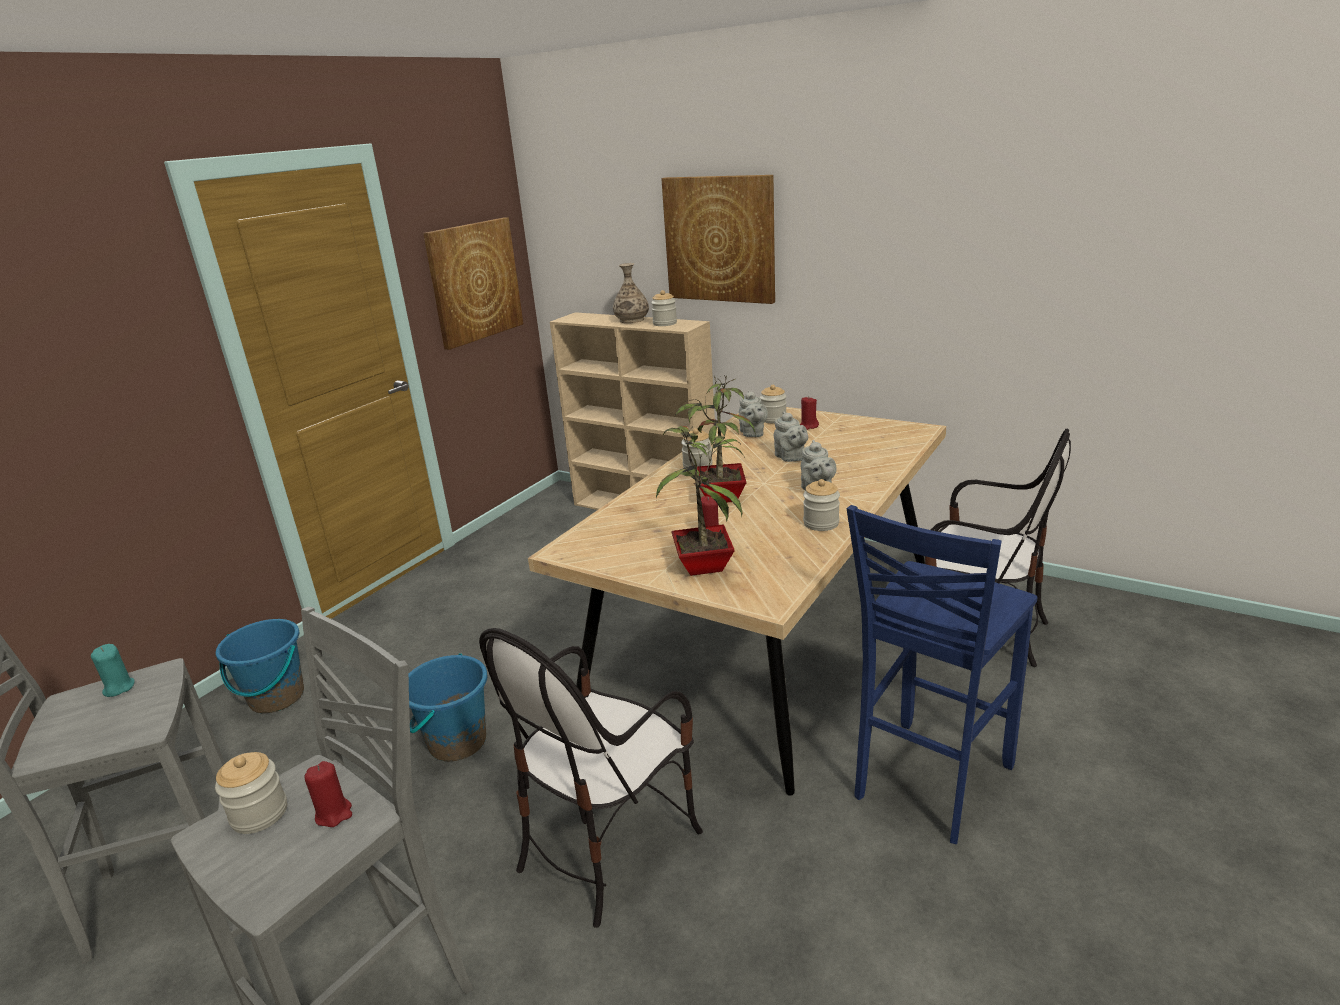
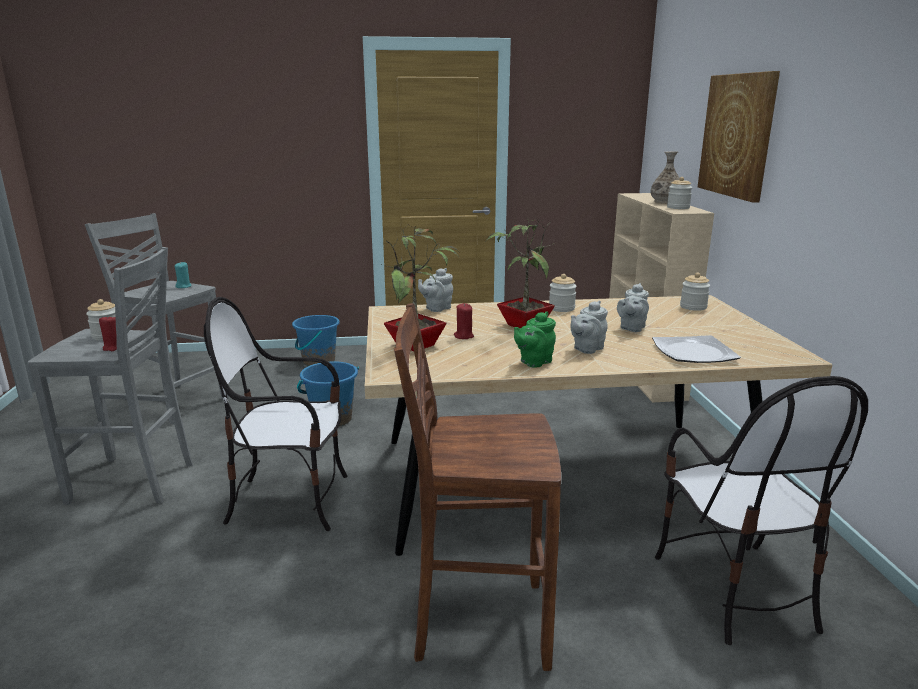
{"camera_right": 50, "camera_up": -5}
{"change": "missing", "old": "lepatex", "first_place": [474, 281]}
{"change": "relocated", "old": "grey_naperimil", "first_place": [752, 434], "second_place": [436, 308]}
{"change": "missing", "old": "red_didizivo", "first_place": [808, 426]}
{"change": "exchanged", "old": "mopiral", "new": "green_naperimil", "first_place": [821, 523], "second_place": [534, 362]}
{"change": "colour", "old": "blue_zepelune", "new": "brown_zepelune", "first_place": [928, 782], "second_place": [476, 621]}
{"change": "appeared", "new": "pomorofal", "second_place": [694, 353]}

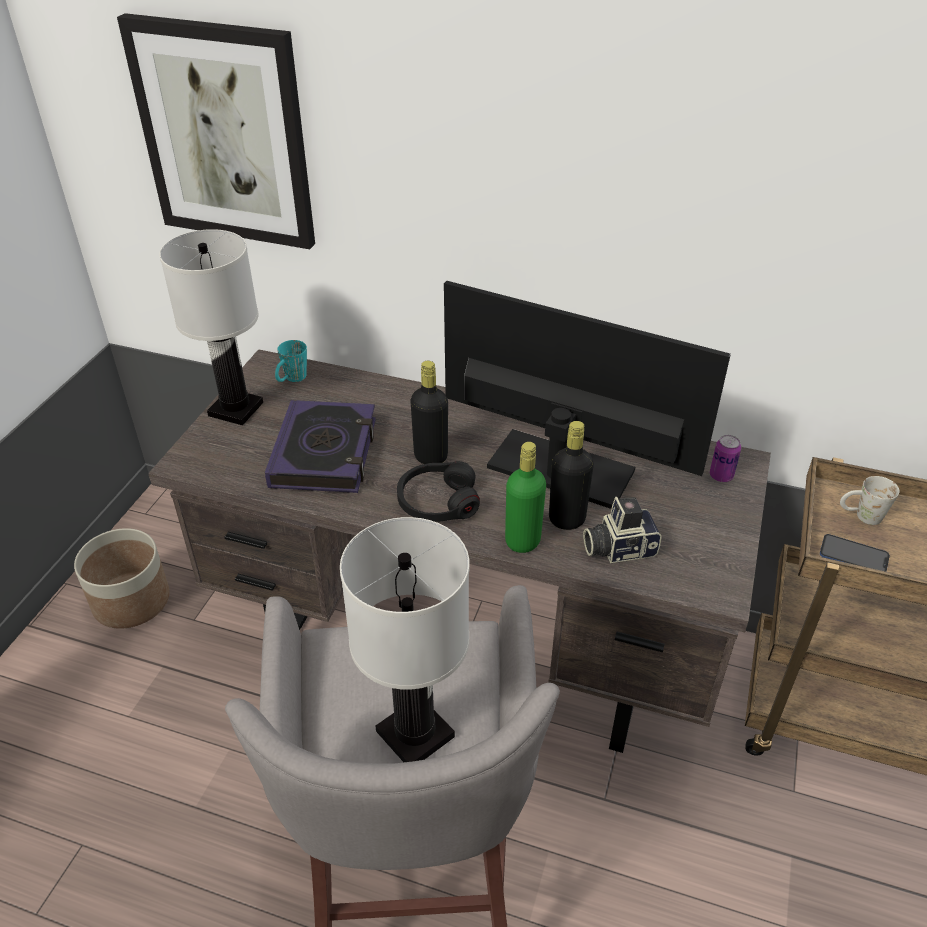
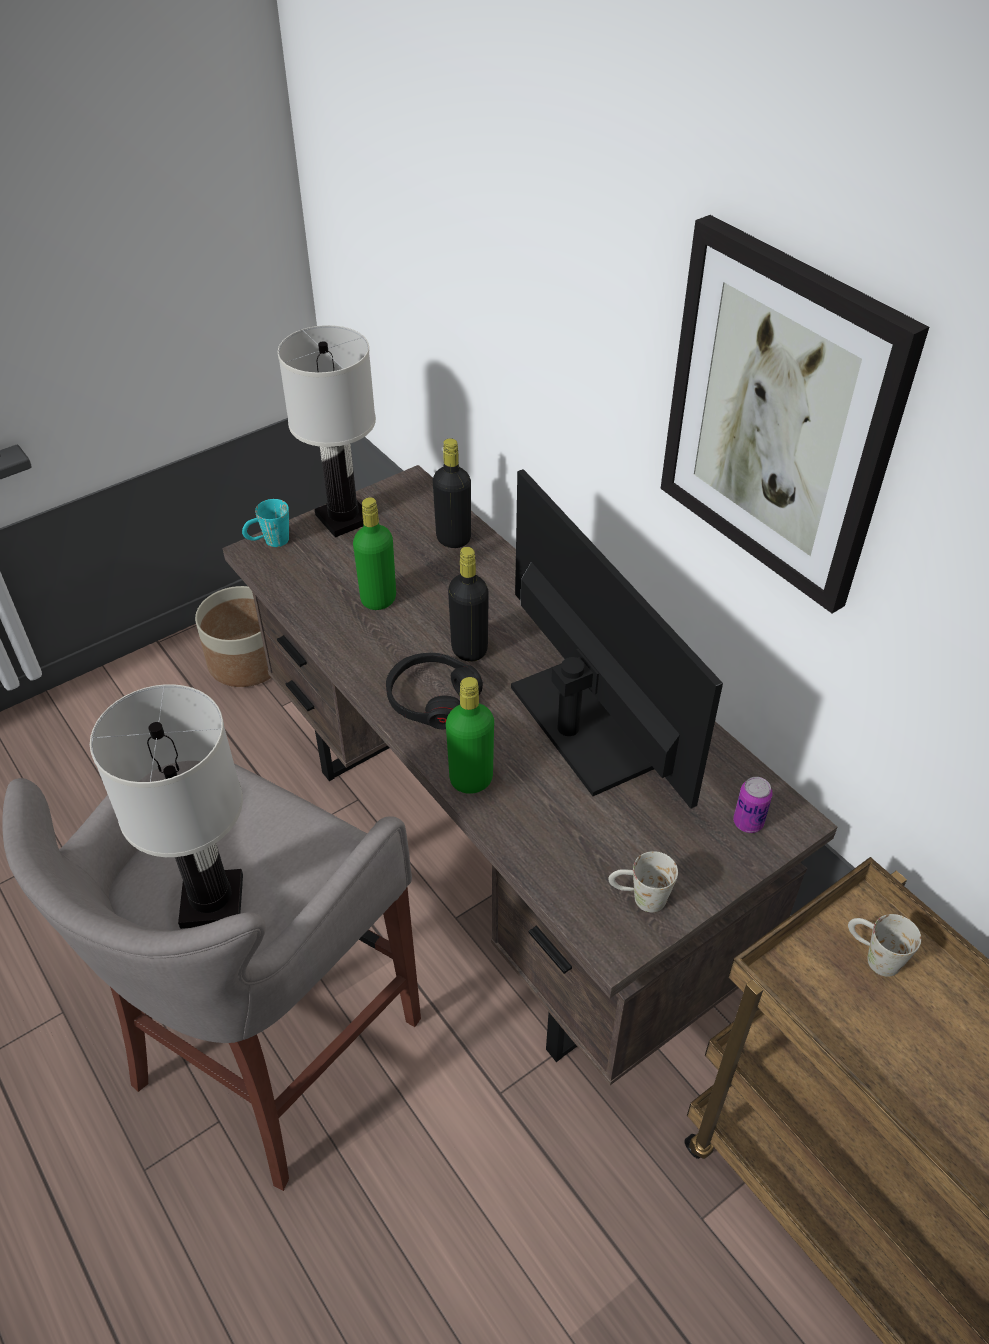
{"camera_right": 35, "camera_up": 5}
{"change": "relocated", "old": "lepatex", "first_place": [225, 134], "second_place": [780, 417]}
{"change": "exchanged", "old": "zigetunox", "new": "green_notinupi", "first_place": [325, 453], "second_place": [378, 599]}
{"change": "relocated", "old": "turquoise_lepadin", "first_place": [291, 380], "second_place": [269, 542]}
{"change": "relocated", "old": "black_notinupi", "first_place": [567, 519], "second_place": [453, 539]}
{"change": "missing", "old": "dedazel", "first_place": [618, 548]}
{"change": "missing", "old": "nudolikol", "first_place": [853, 556]}
{"change": "appeared", "new": "white_lepadin", "second_place": [639, 898]}

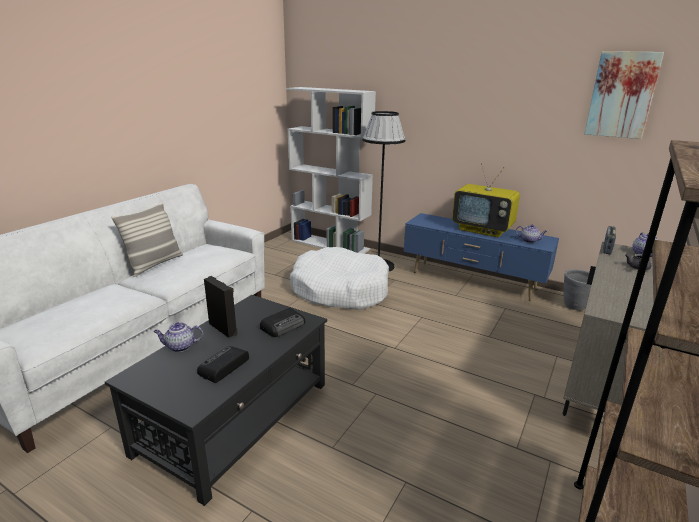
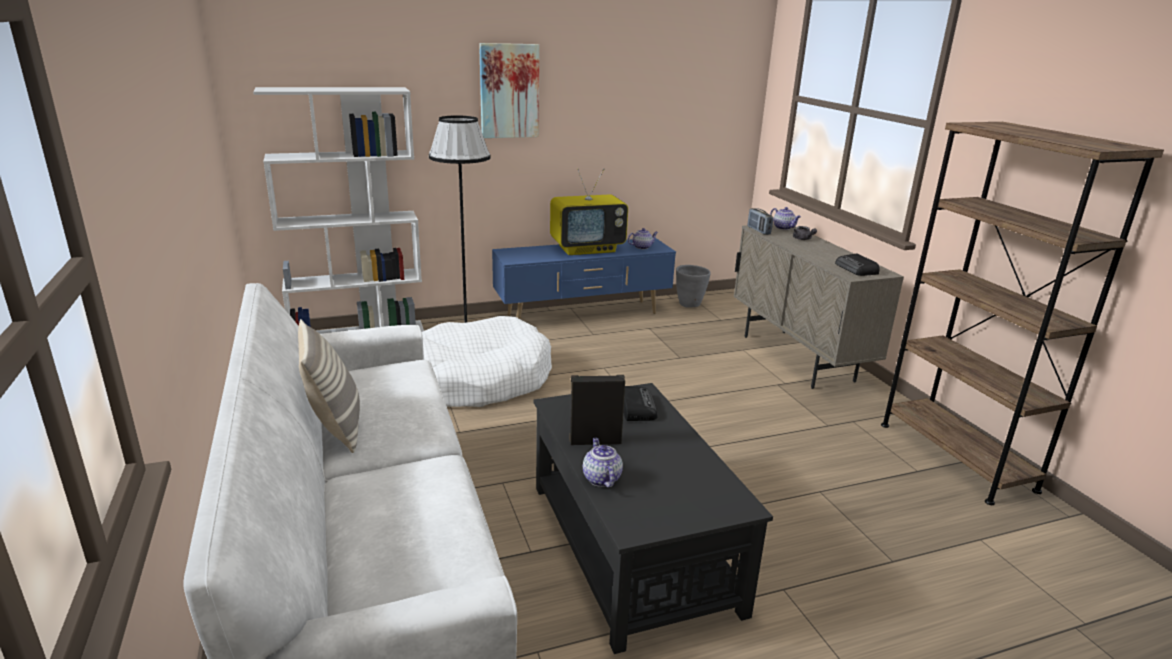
{"camera_right": -50, "camera_up": 0}
{"change": "spun", "old": "naperimil", "first_place": [180, 347], "second_place": [601, 478], "degrees": 135}
{"change": "relocated", "old": "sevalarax", "first_place": [223, 367], "second_place": [856, 269]}
{"change": "relocated", "old": "lepatex", "first_place": [621, 95], "second_place": [509, 91]}

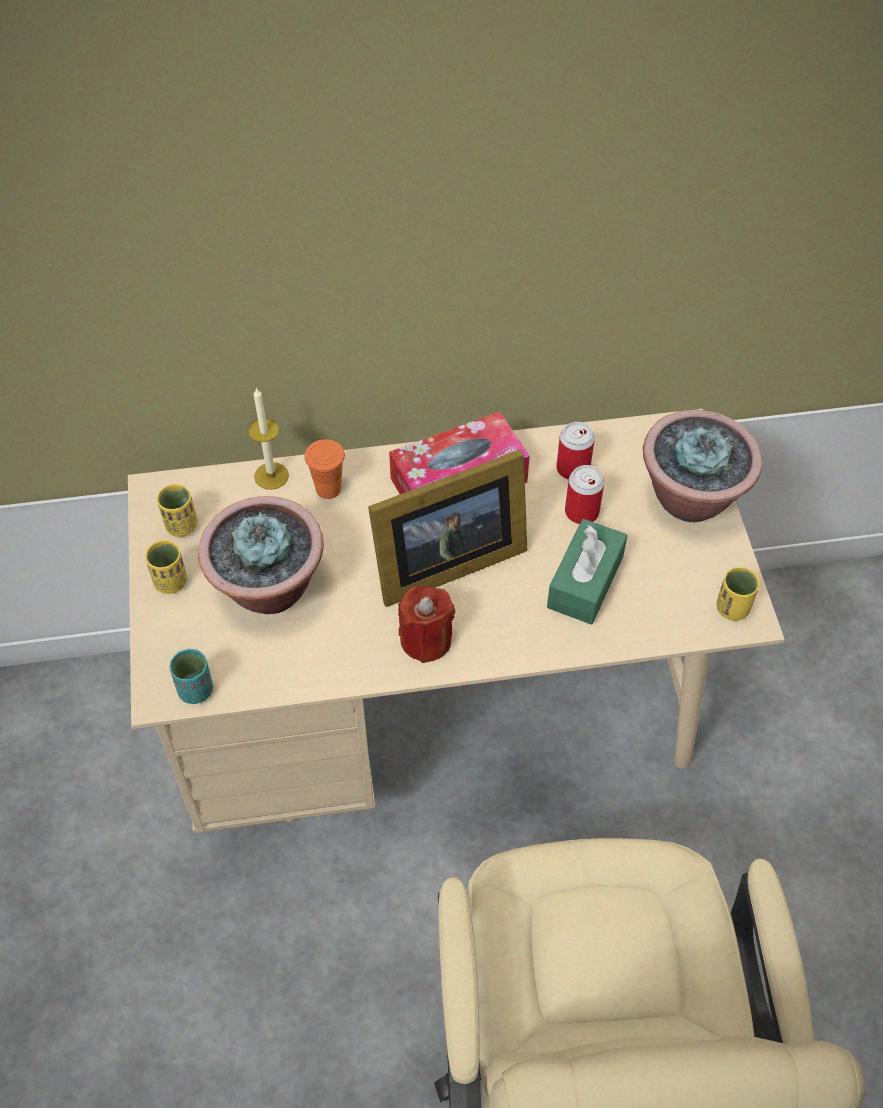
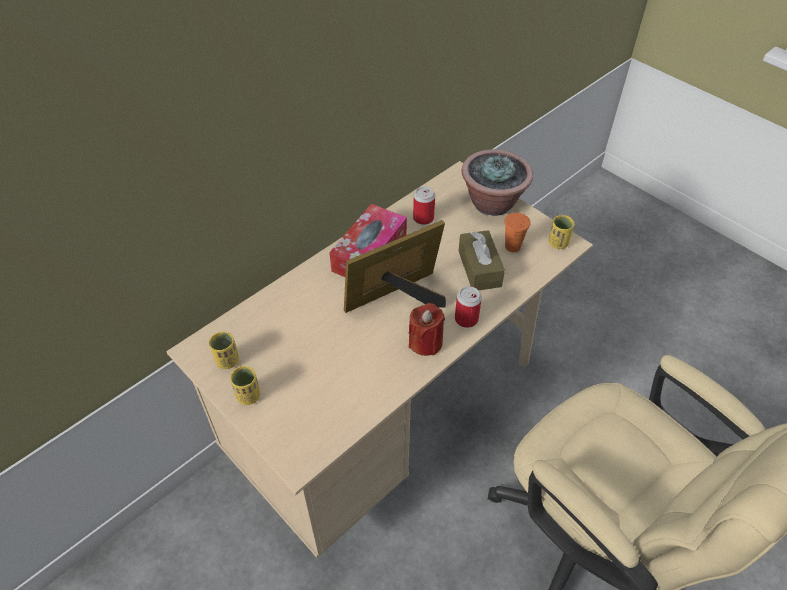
{"camera_right": -35, "camera_up": -5}
{"change": "missing", "old": "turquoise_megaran", "first_place": [196, 690]}
{"change": "missing", "old": "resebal", "first_place": [268, 588]}
{"change": "missing", "old": "didizivo", "first_place": [271, 476]}
{"change": "relocated", "old": "orange_megaran", "first_place": [328, 489], "second_place": [512, 246]}
{"change": "spun", "old": "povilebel", "first_place": [442, 563], "second_place": [399, 299], "degrees": -150}
{"change": "colour", "old": "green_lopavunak", "new": "brown_lopavunak", "first_place": [585, 582], "second_place": [479, 268]}
{"change": "relocated", "old": "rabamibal", "first_place": [581, 512], "second_place": [466, 319]}

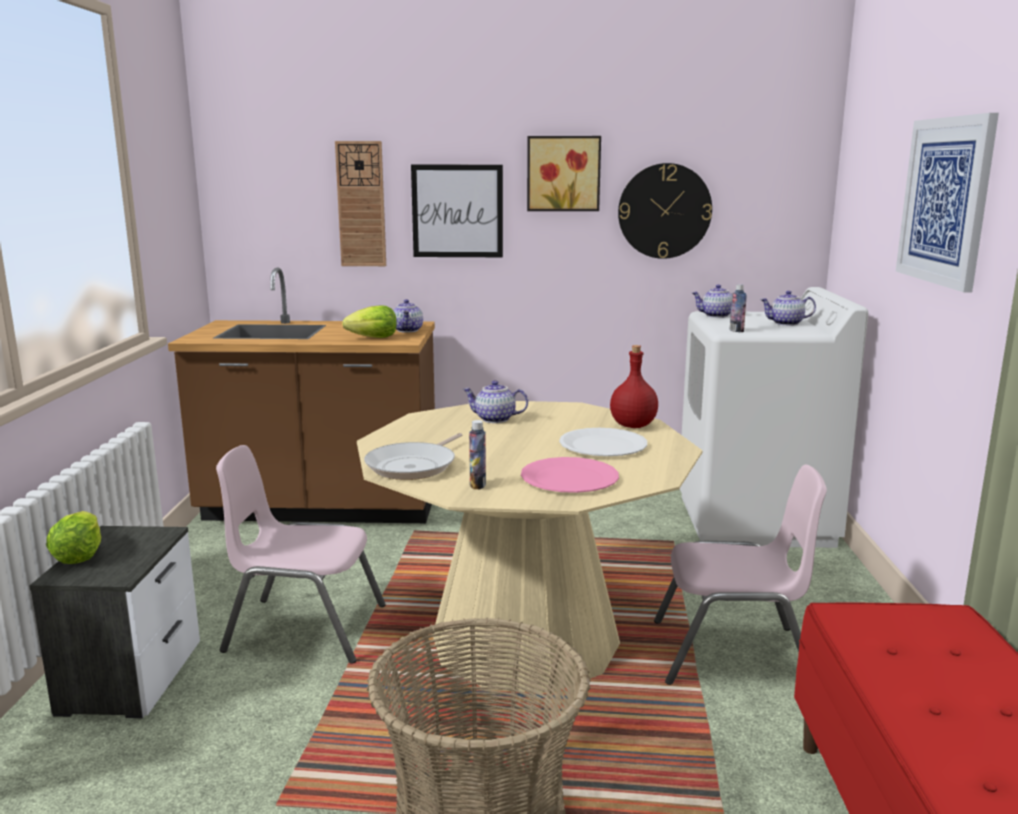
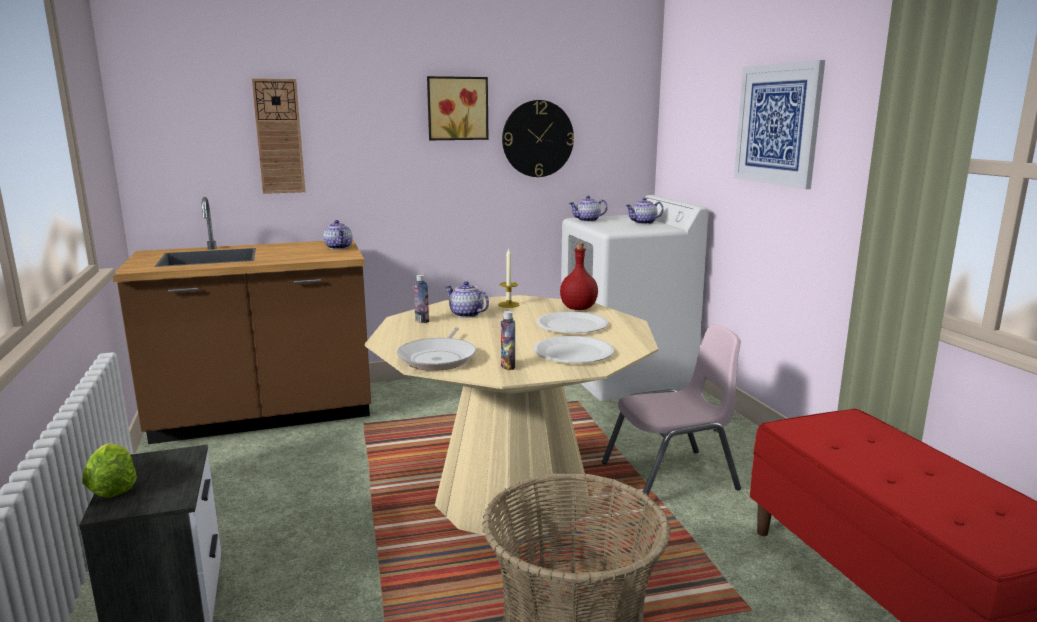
{"camera_right": -20, "camera_up": 0}
{"change": "missing", "old": "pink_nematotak", "first_place": [305, 629]}
{"change": "missing", "old": "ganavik", "first_place": [373, 338]}
{"change": "missing", "old": "lepatex", "first_place": [457, 211]}
{"change": "spun", "old": "naperimil", "first_place": [494, 419], "second_place": [465, 314], "degrees": 45}
{"change": "colour", "old": "pink_pomorofal", "new": "white_pomorofal", "first_place": [569, 478], "second_place": [574, 352]}
{"change": "relocated", "old": "notinupi", "first_place": [736, 330], "second_place": [422, 320]}
{"change": "appeared", "new": "didizivo", "second_place": [508, 304]}

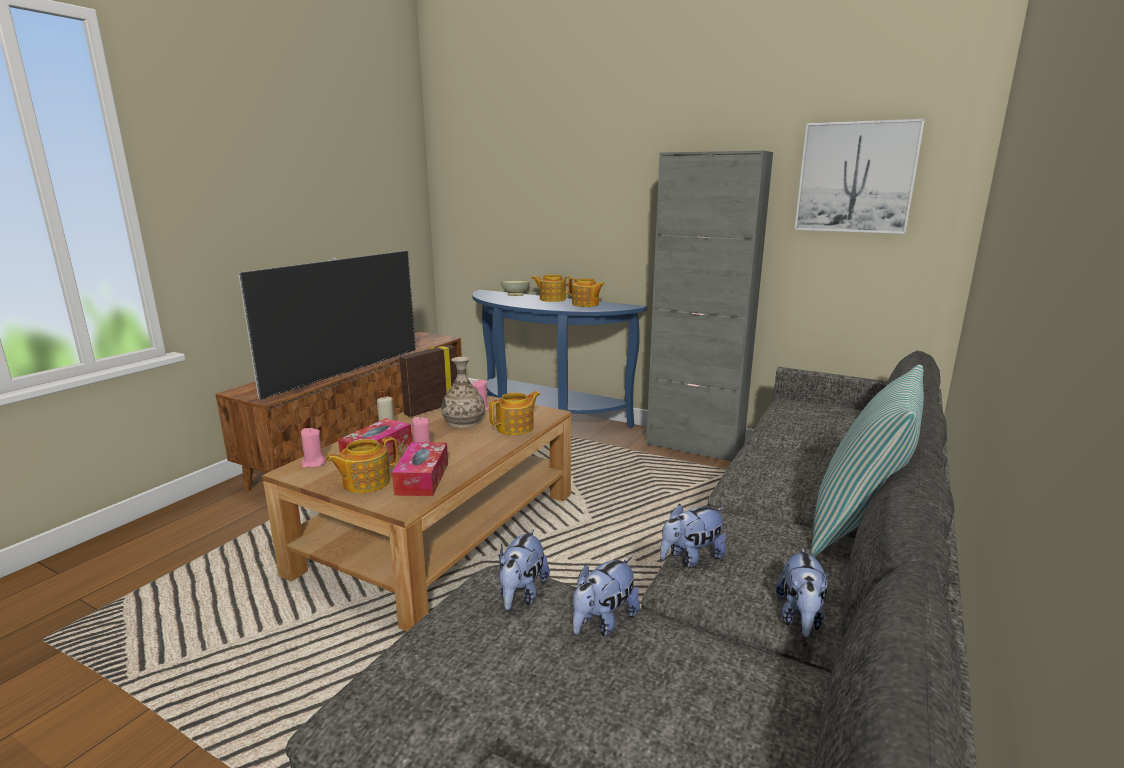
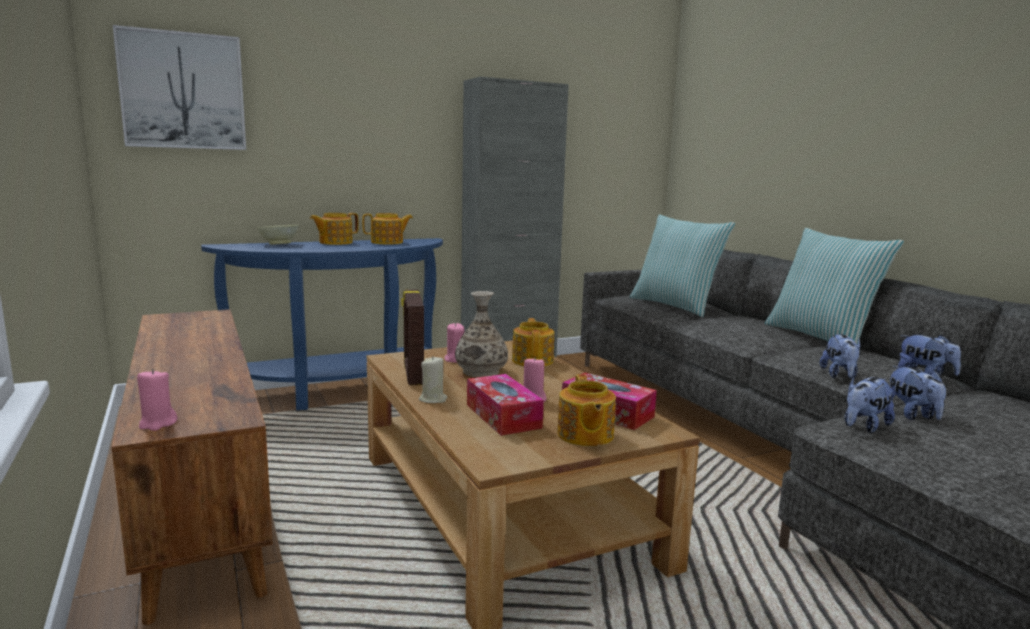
{"camera_right": -55, "camera_up": -5}
{"change": "missing", "old": "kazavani", "first_place": [346, 372]}
{"change": "relocated", "old": "pink_didizivo", "first_place": [313, 463], "second_place": [157, 424]}
{"change": "spun", "old": "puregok", "first_place": [521, 594], "second_place": [863, 426], "degrees": 90}
{"change": "relocated", "old": "lepatex", "first_place": [856, 177], "second_place": [183, 91]}
{"change": "appeared", "new": "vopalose", "second_place": [675, 306]}

